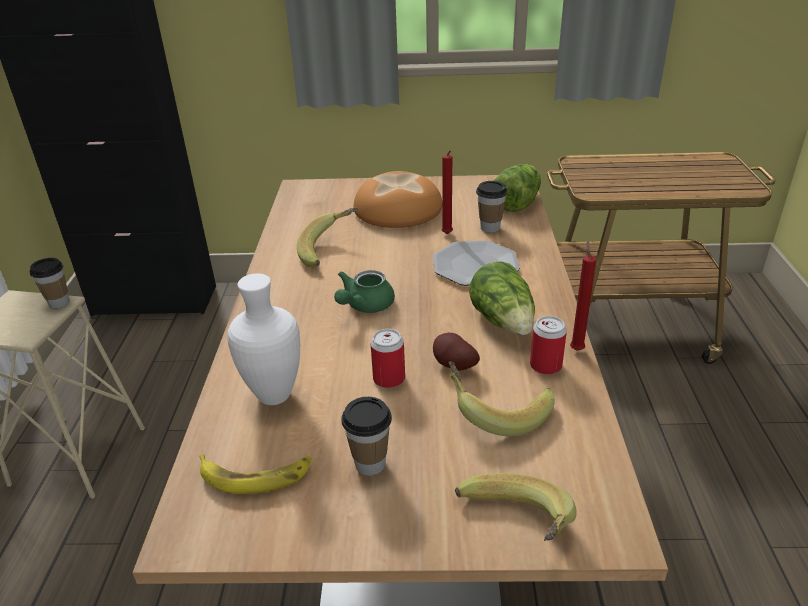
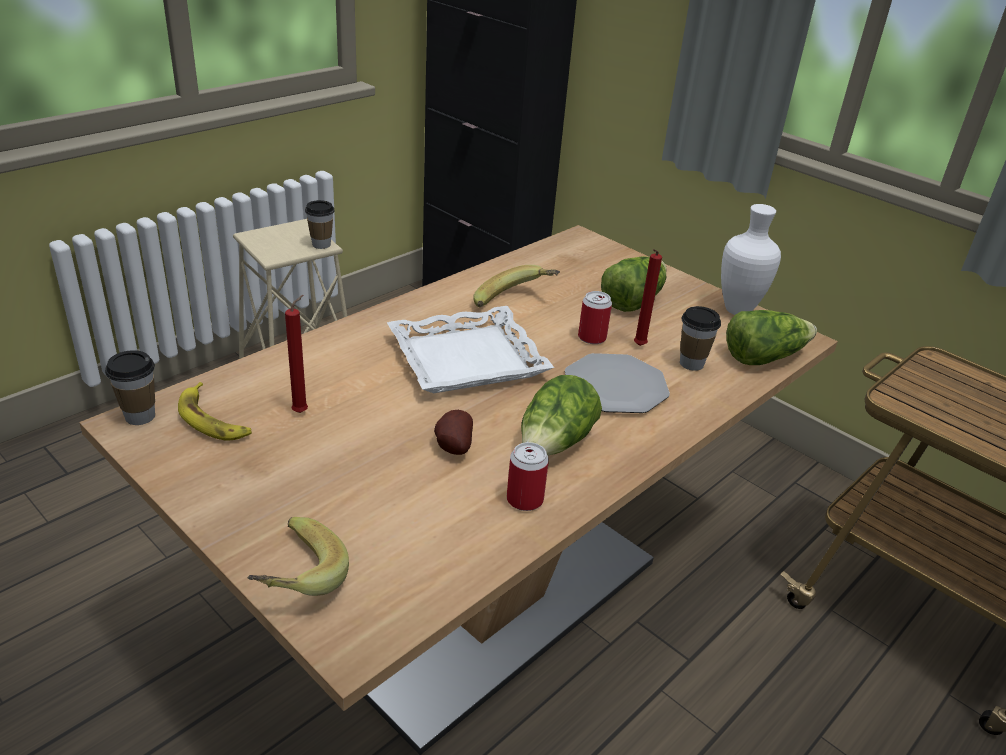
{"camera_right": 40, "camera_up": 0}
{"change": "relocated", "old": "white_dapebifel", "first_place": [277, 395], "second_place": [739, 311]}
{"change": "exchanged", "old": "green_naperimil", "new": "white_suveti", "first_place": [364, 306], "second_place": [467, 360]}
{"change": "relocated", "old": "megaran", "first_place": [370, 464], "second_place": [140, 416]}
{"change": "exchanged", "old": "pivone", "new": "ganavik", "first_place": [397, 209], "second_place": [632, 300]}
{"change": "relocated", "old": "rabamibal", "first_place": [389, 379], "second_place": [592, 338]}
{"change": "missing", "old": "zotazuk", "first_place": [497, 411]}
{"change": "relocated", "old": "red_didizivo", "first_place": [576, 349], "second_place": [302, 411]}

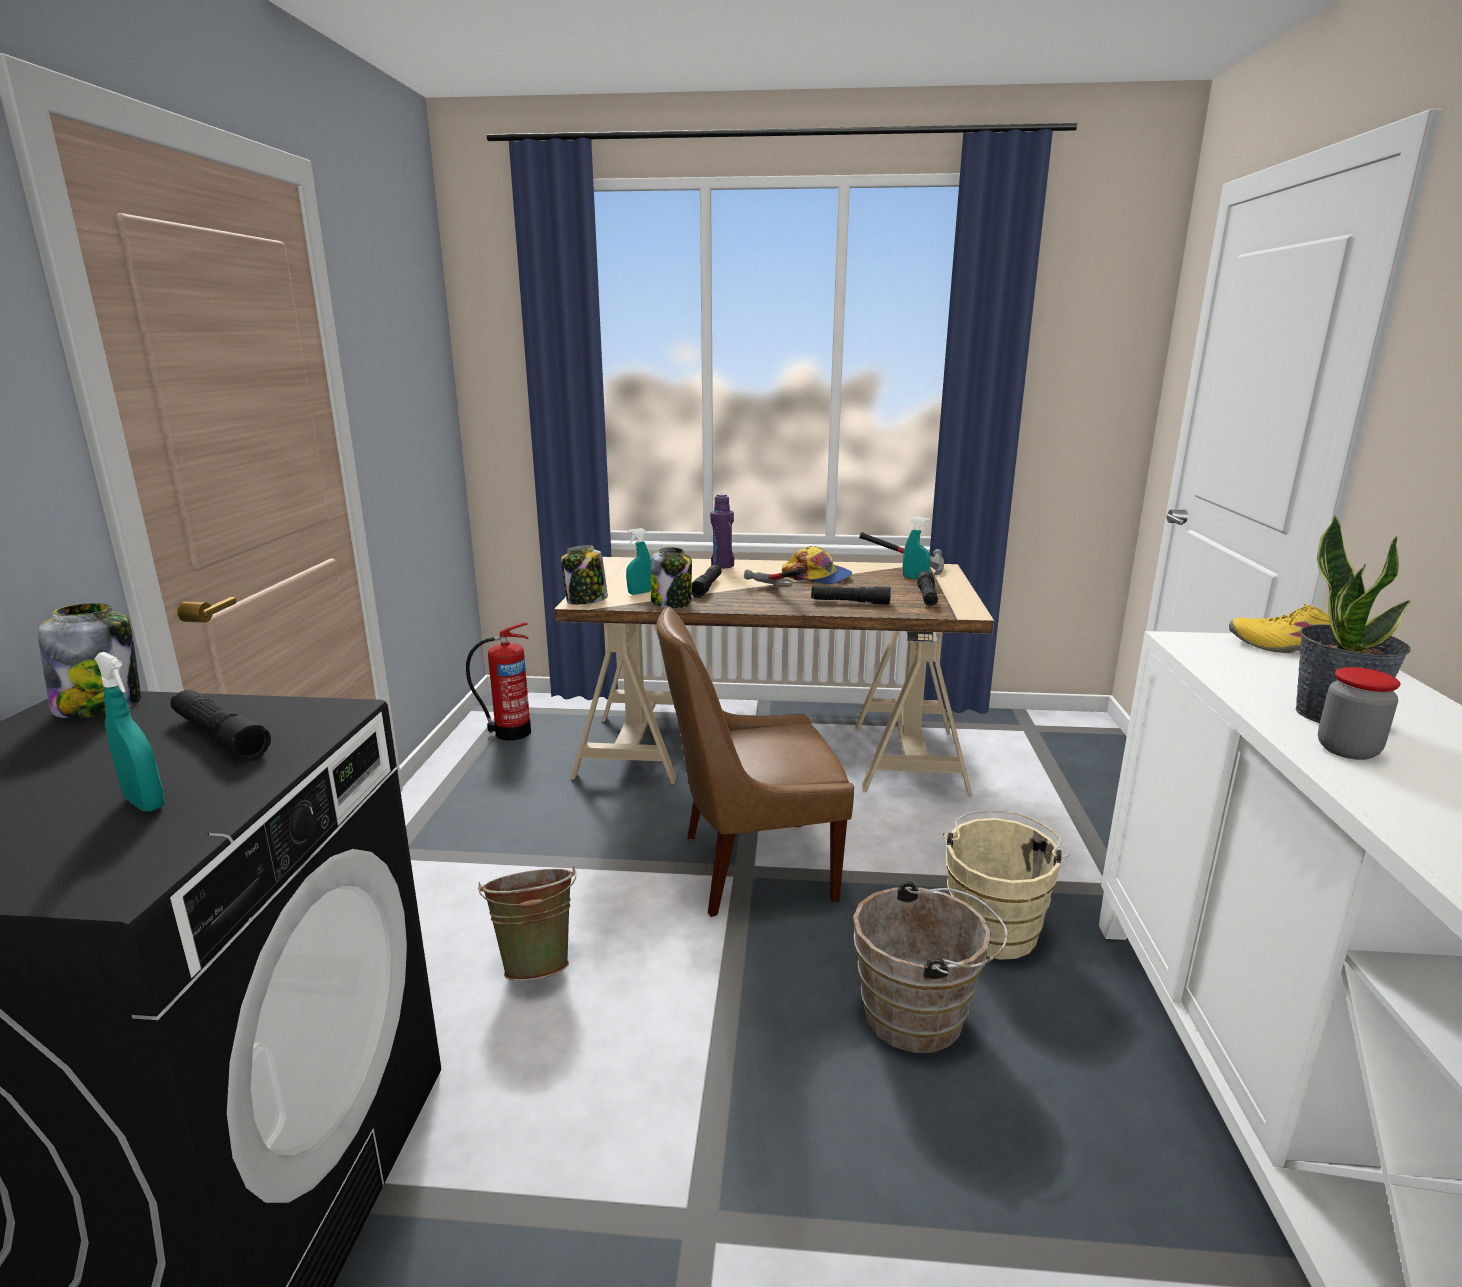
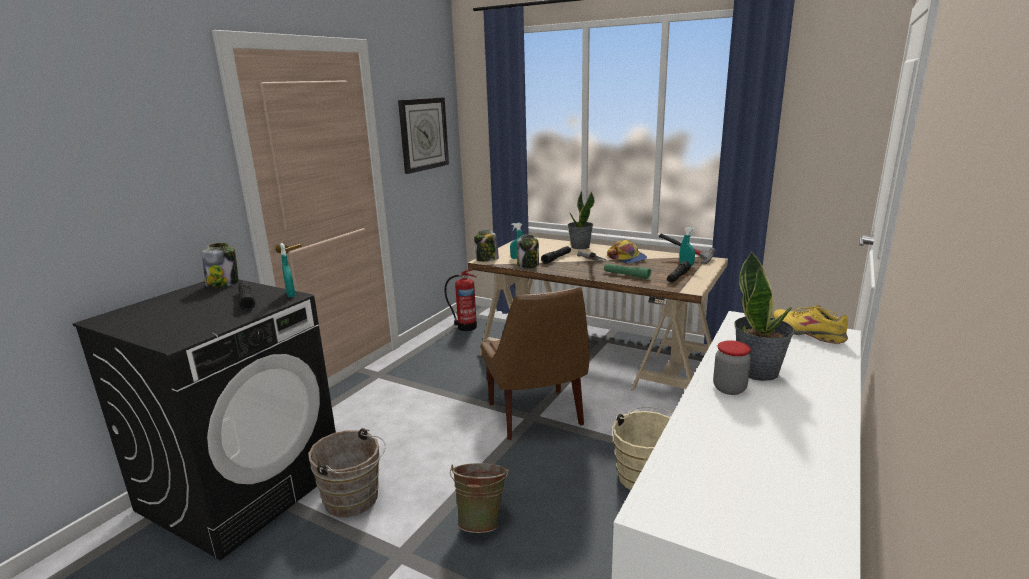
{"camera_right": 25, "camera_up": 0}
{"change": "relocated", "old": "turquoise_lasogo", "first_place": [145, 803], "second_place": [291, 295]}
{"change": "relocated", "old": "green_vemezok", "first_place": [536, 962], "second_place": [482, 520]}
{"change": "spun", "old": "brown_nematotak", "first_place": [751, 867], "second_place": [536, 416], "degrees": -120}
{"change": "exchanged", "old": "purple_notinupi", "new": "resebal", "first_place": [722, 566], "second_place": [580, 247]}
{"change": "colour", "old": "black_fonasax", "new": "green_fonasax", "first_place": [850, 602], "second_place": [626, 275]}
{"change": "relocated", "old": "brown_vemezok", "first_place": [921, 1016], "second_place": [355, 500]}
{"change": "appeared", "new": "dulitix", "second_place": [423, 134]}

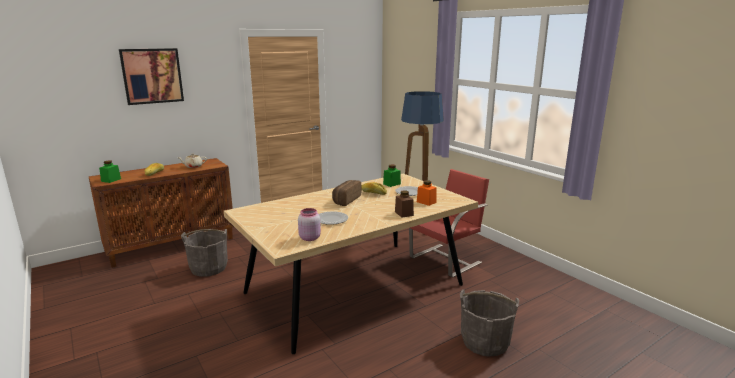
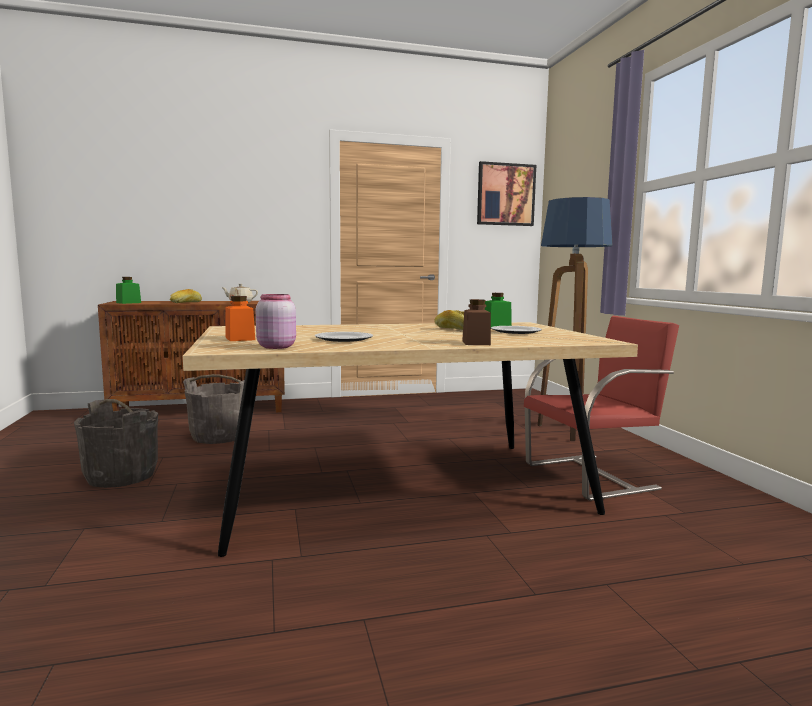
{"camera_right": 20, "camera_up": -10}
{"change": "relocated", "old": "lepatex", "first_place": [152, 76], "second_place": [505, 194]}
{"change": "missing", "old": "pivone", "first_place": [345, 200]}
{"change": "relocated", "old": "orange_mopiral", "first_place": [426, 202], "second_place": [240, 338]}
{"change": "relocated", "old": "grey_vemezok", "first_place": [485, 342], "second_place": [121, 475]}

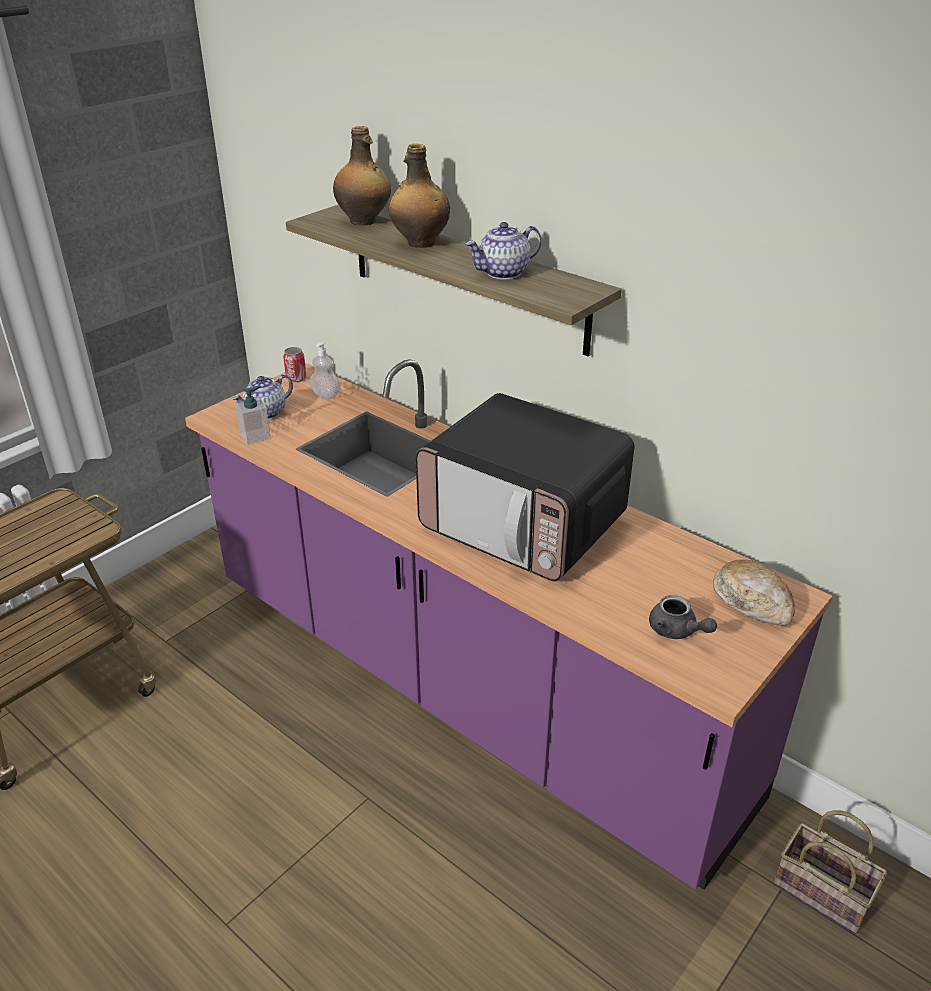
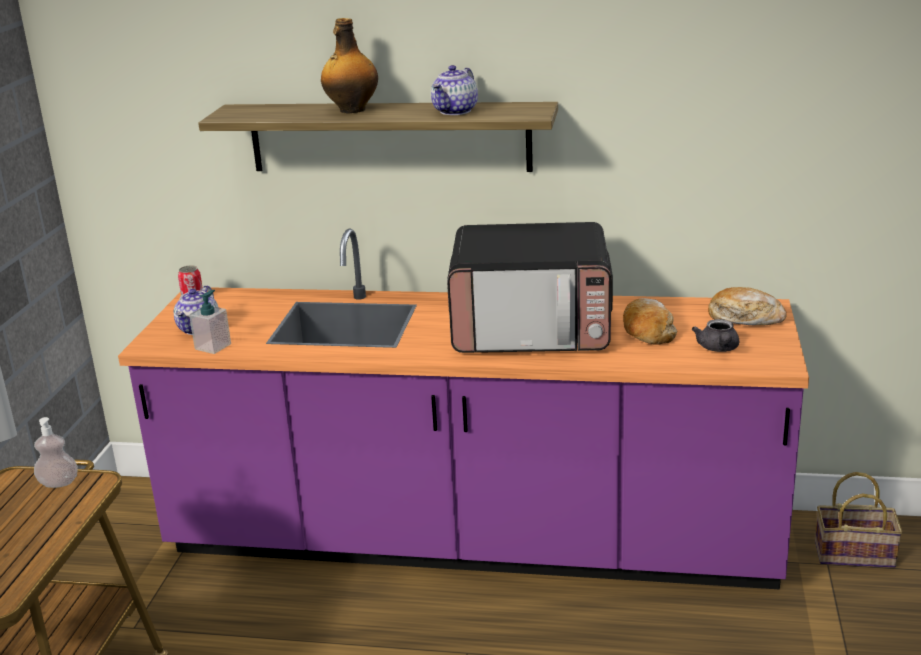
{"camera_right": -30, "camera_up": -10}
{"change": "relocated", "old": "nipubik", "first_place": [326, 395], "second_place": [59, 483]}
{"change": "missing", "old": "notinupi", "first_place": [363, 221]}
{"change": "spun", "old": "grey_naperimil", "first_place": [677, 631], "second_place": [718, 349], "degrees": 75}
{"change": "appeared", "new": "pivone", "second_place": [647, 331]}

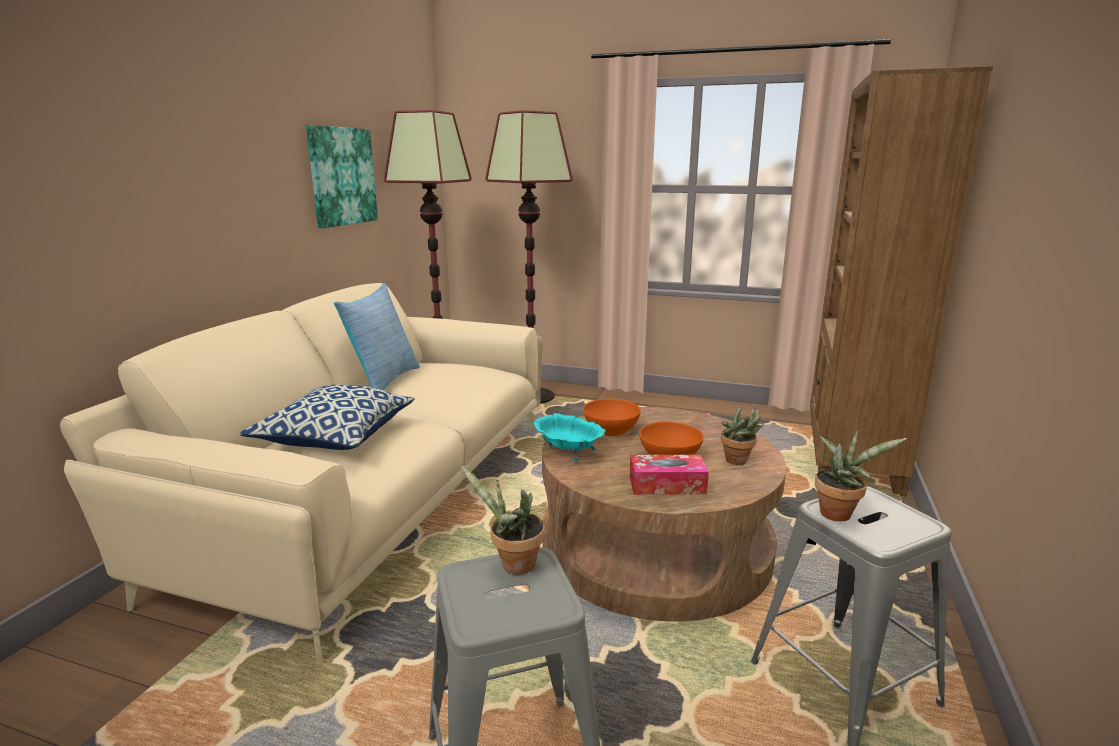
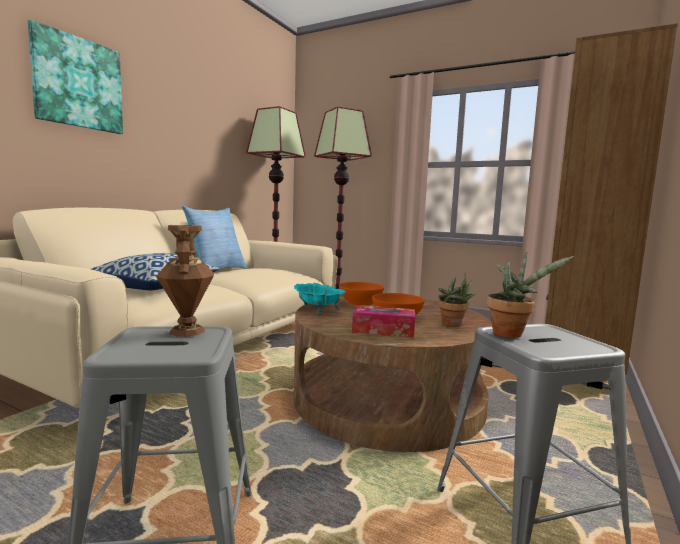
{"camera_right": 10, "camera_up": -10}
{"change": "relocated", "old": "lepatex", "first_place": [341, 176], "second_place": [78, 83]}
{"change": "exchanged", "old": "resebal", "new": "brown_dapebifel", "first_place": [513, 565], "second_place": [188, 331]}

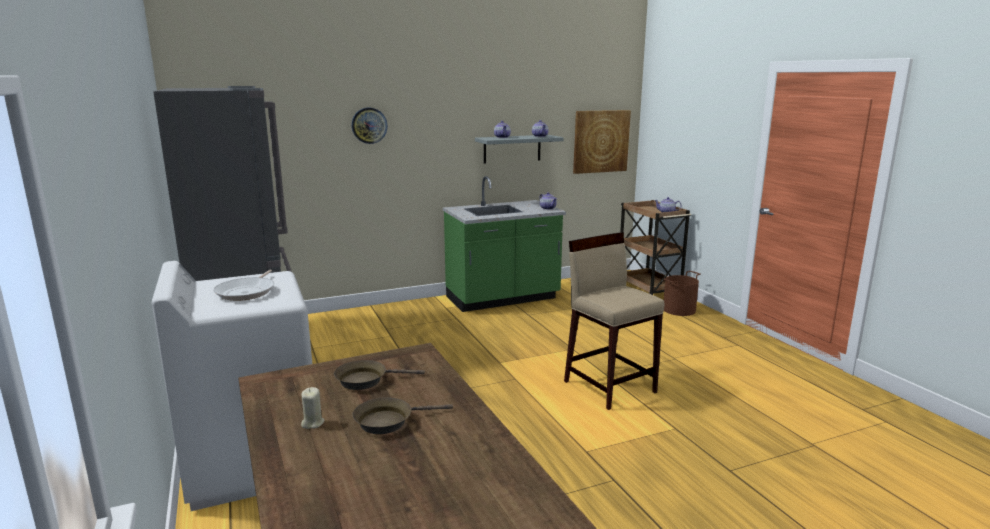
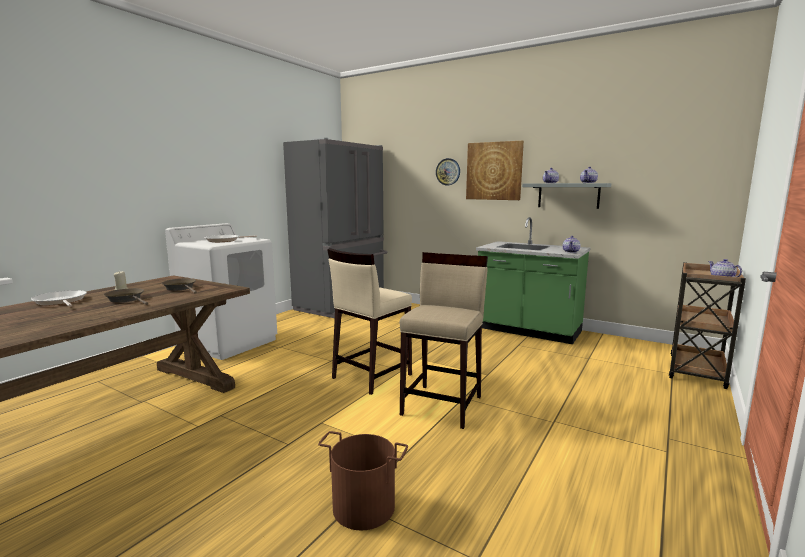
{"camera_right": 55, "camera_up": -5}
{"change": "relocated", "old": "lepatex", "first_place": [600, 141], "second_place": [494, 171]}
{"change": "relocated", "old": "brown_vemezok", "first_place": [679, 310], "second_place": [363, 507]}
{"change": "appeared", "new": "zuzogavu", "second_place": [60, 301]}
{"change": "appeared", "new": "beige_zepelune", "second_place": [371, 376]}

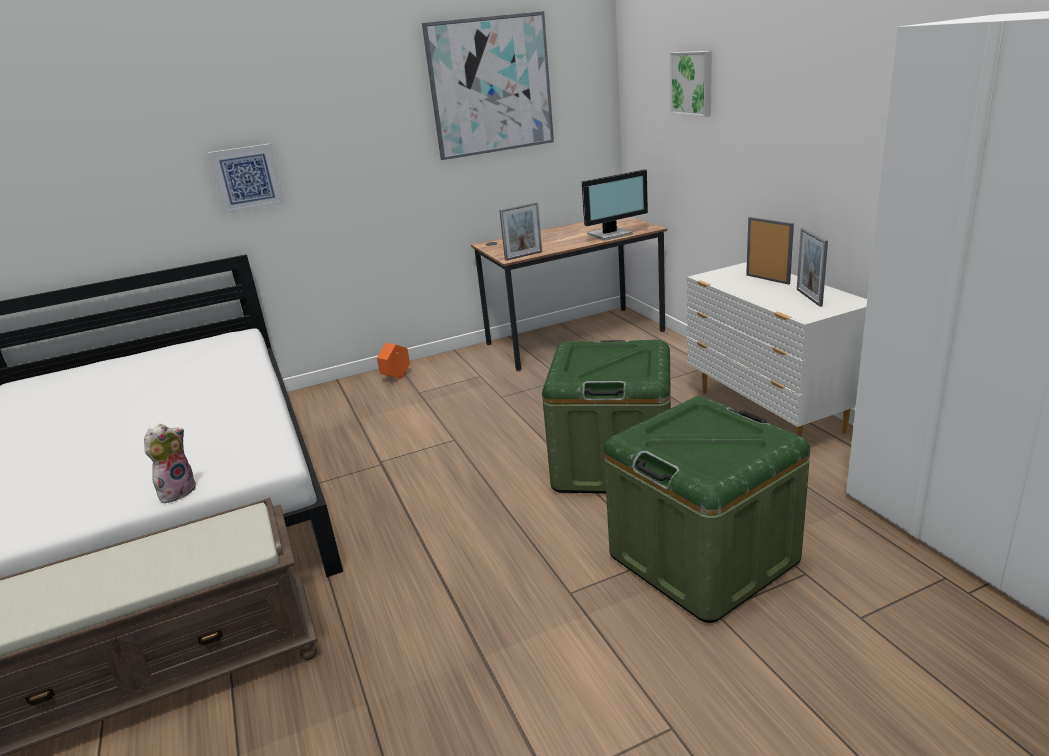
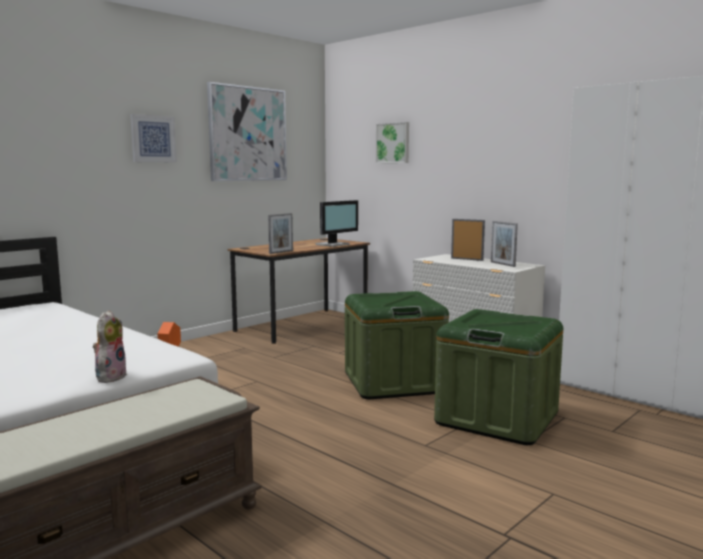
{"camera_right": -25, "camera_up": -15}
{"change": "relocated", "old": "lepatex", "first_place": [247, 178], "second_place": [153, 139]}

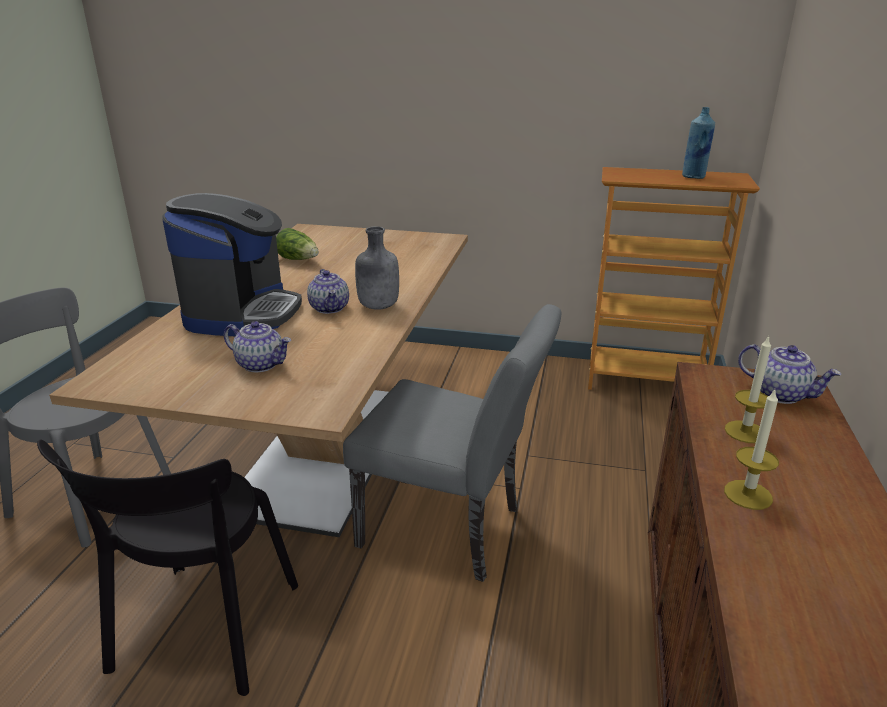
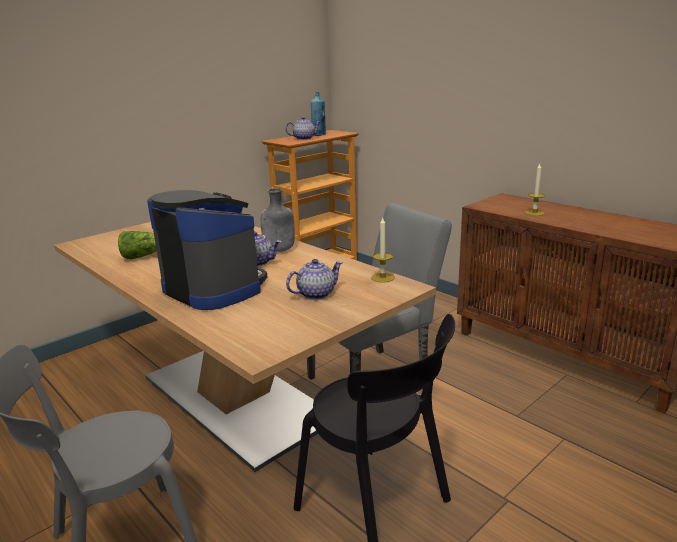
{"camera_right": -55, "camera_up": -5}
{"change": "relocated", "old": "didizivo", "first_place": [748, 494], "second_place": [382, 277]}
{"change": "relocated", "old": "naperimil", "first_place": [781, 394], "second_place": [304, 138]}

